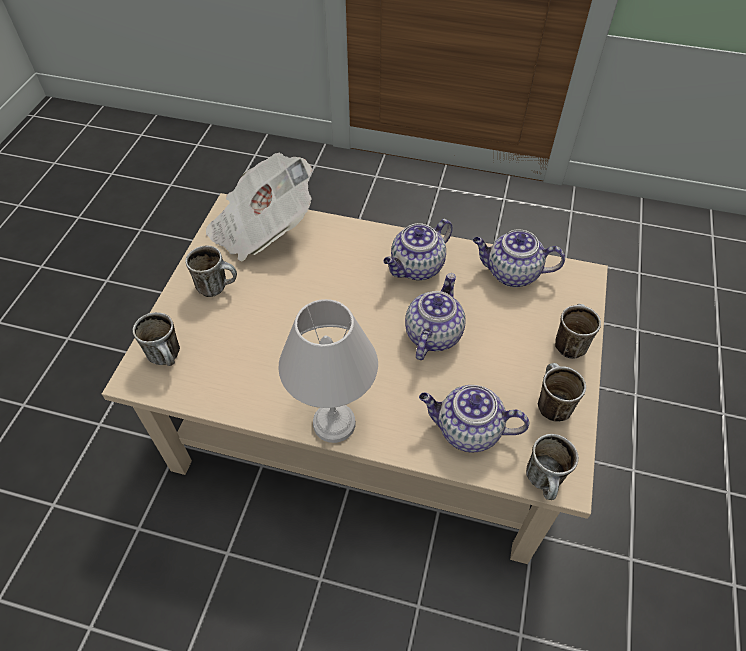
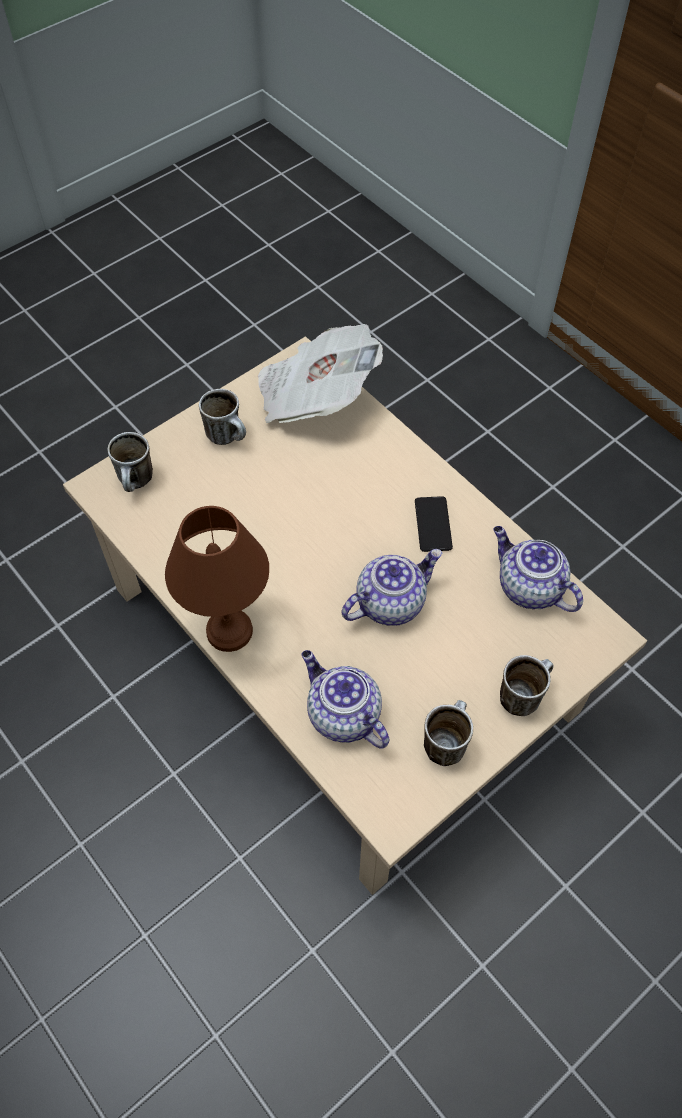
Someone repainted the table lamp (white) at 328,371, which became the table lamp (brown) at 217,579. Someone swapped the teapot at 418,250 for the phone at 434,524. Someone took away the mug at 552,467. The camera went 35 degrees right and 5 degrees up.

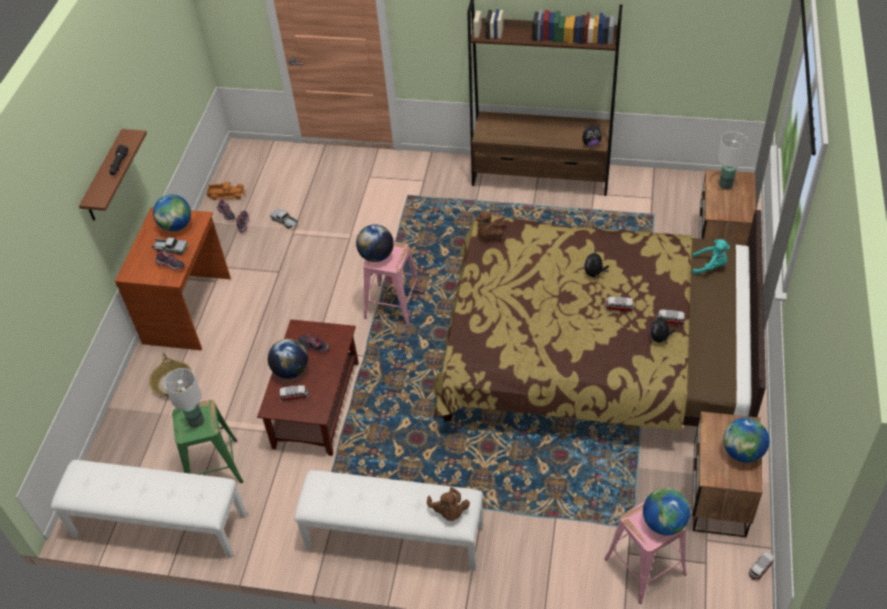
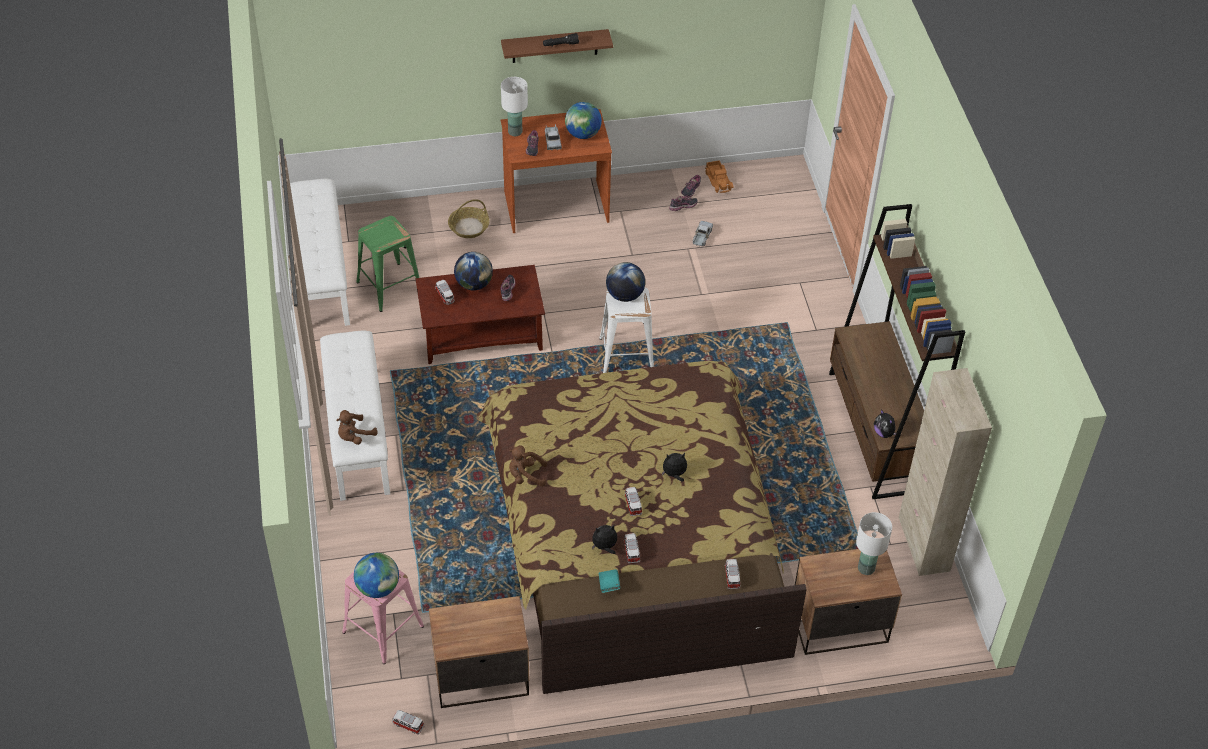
Someone carried the table lamp (white) from 184,398 to 514,106. Someone repainted the stool (pink) at 393,284, which became the stool (white) at 626,330. Someone carried the plush toy (brown) from 491,224 to 528,466. Someone swapped the plush toy (turquoise) at 711,256 for the toy car at 732,574. Someone took away the globe at 746,440. Someone put down the book (turquoise) at 609,581. Someone put down the cabinet (beige) at 945,472. The camera went 65 degrees right and 0 degrees up.

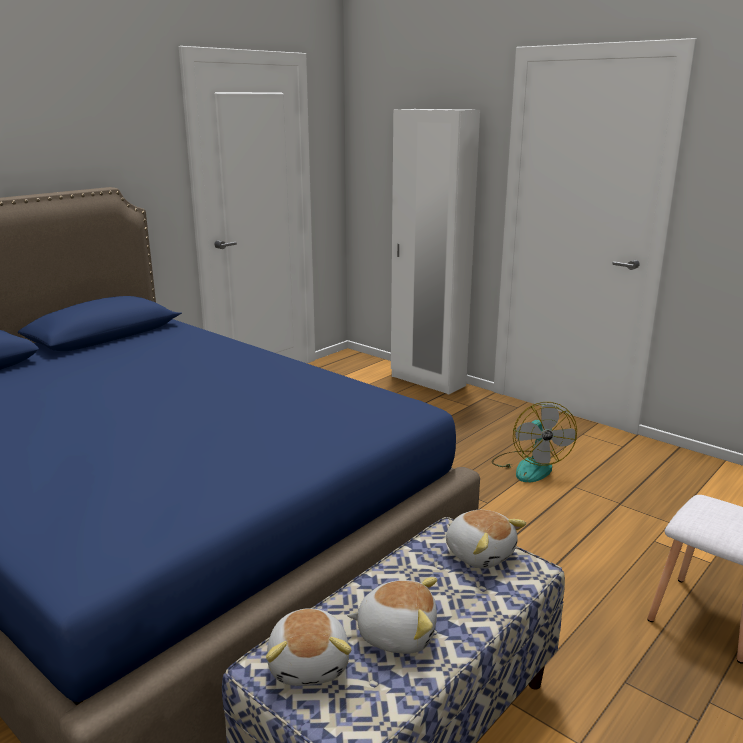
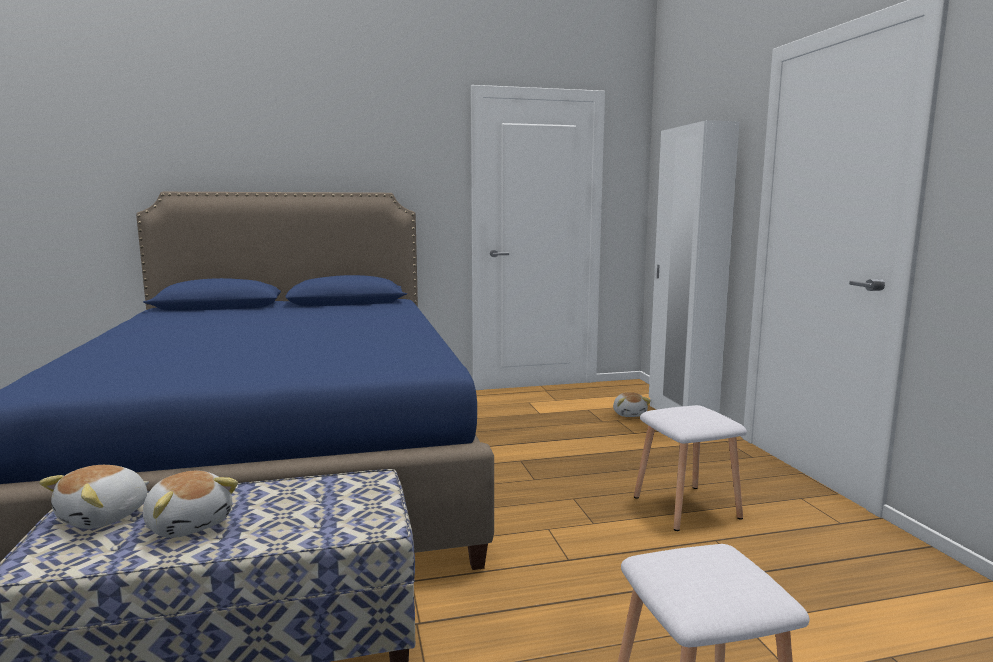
Someone carried the plush toy from 486,539 to 632,404. Someone swapped the fan at 534,442 for the stool (white) at 690,468. The camera went 35 degrees right and 10 degrees down.

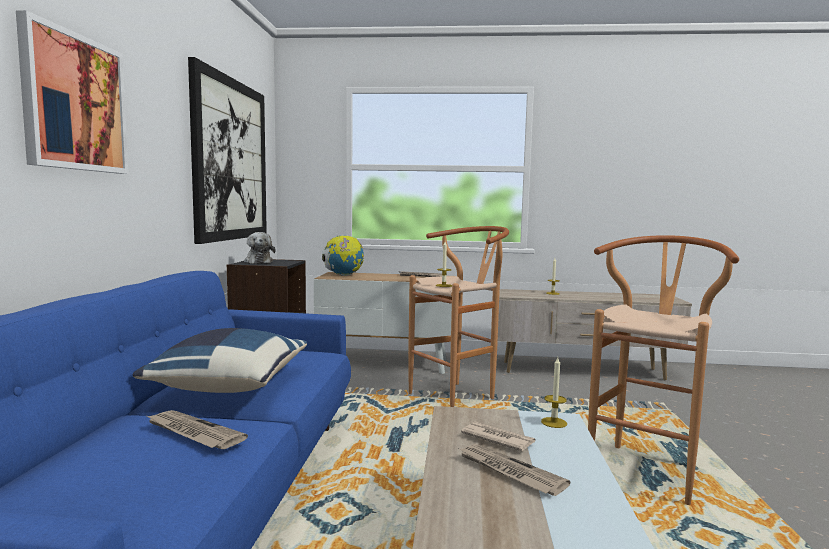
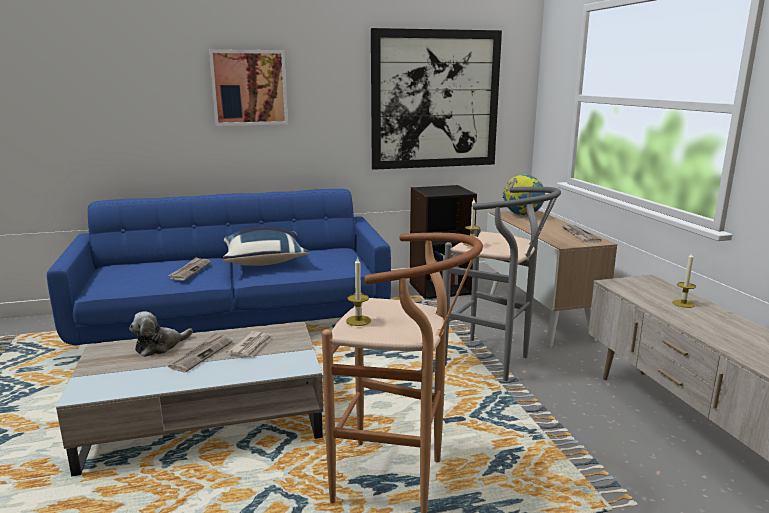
Someone carried the plush toy from 260,248 to 161,334. Someone repainted the stool (brown) at 458,316, which became the stool (grey) at 502,284. Someone carried the candle from 554,393 to 358,291. The camera went 70 degrees right and 10 degrees up.

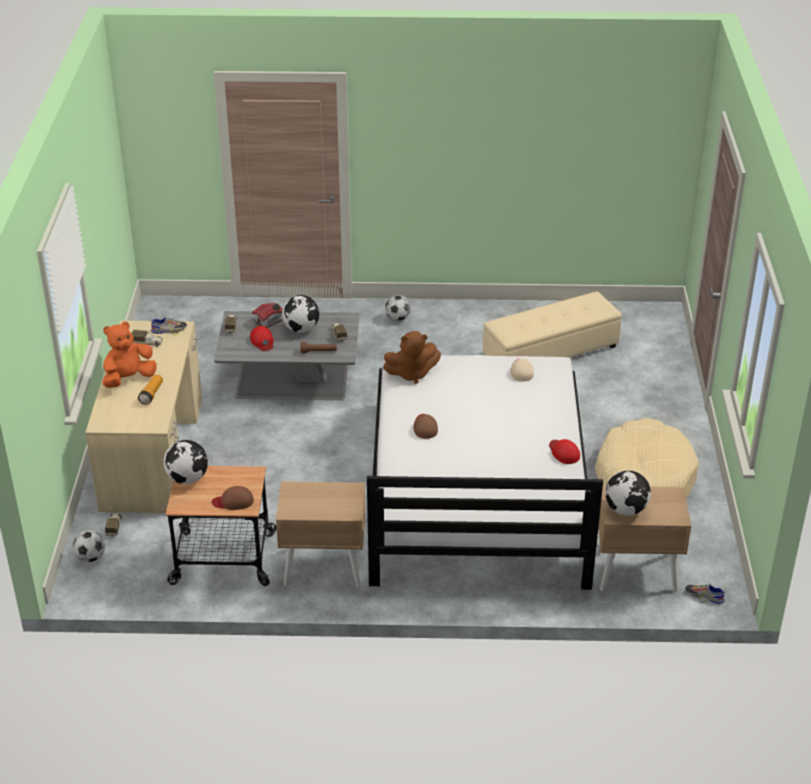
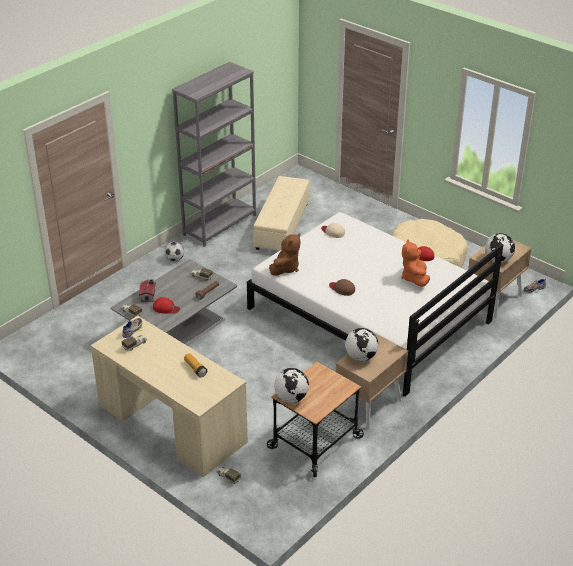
Someone took away the football at 89,546. Someone carried the plush toy (orange) from 129,354 to 415,263. Someone took away the cap (brown) at 233,498. Someone carried the globe from 300,314 to 361,344. Someone put down the bookcase (grey) at 214,154. The camera went 50 degrees left and 0 degrees up.

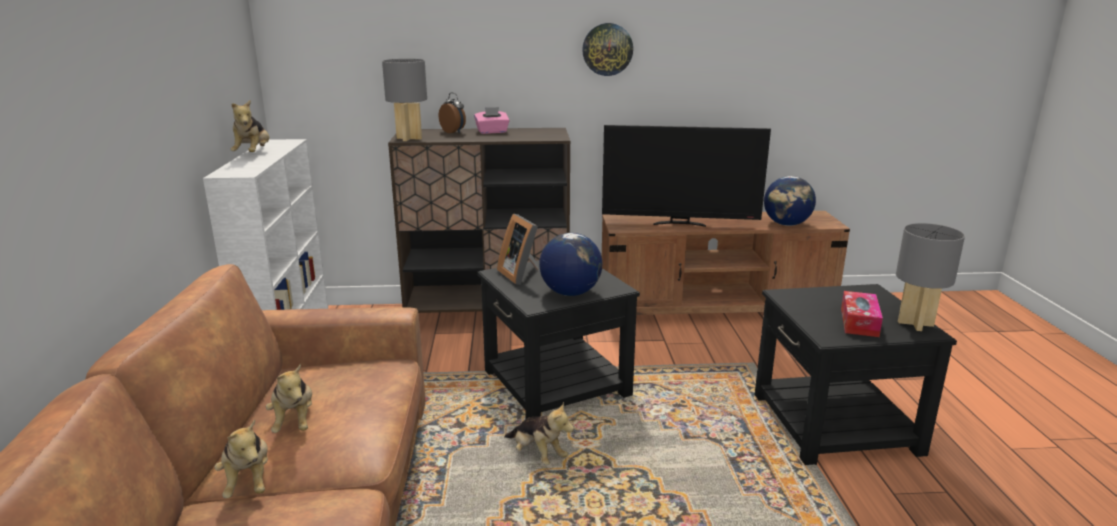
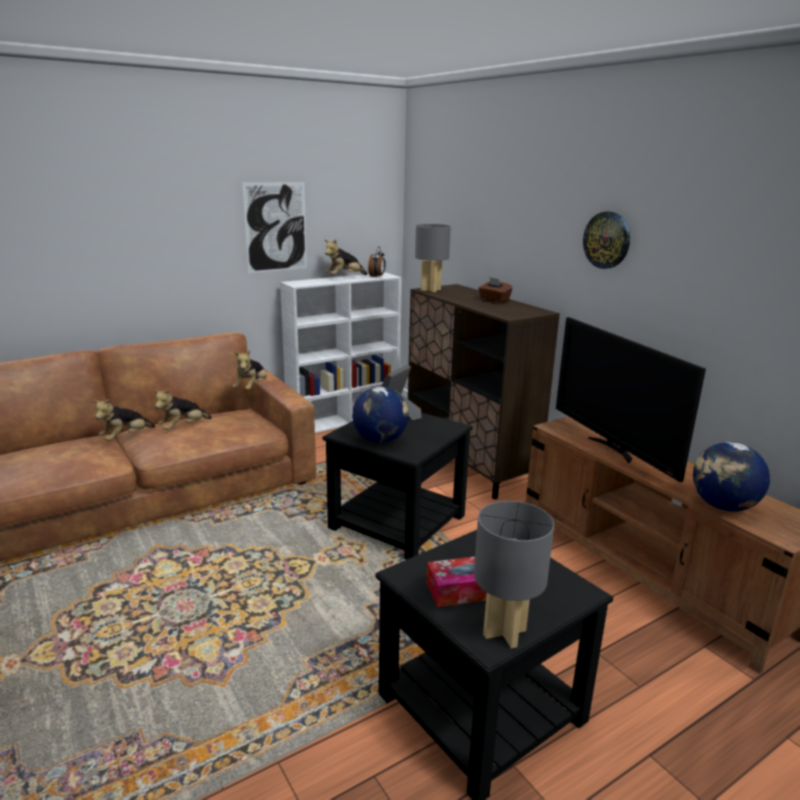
Someone carried the alarm clock from 452,112 to 377,262. Someone repainted the tissue box (pink) at 492,120, which became the tissue box (brown) at 495,290. Someone carried the plush toy from 539,433 to 250,370. Someone put up the picture at 274,227. The camera went 60 degrees right and 0 degrees up.

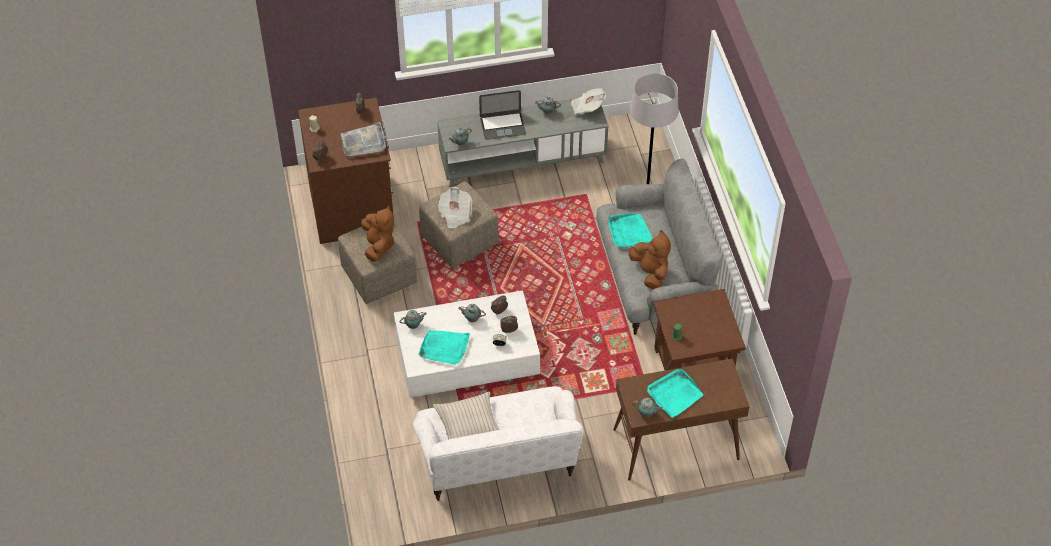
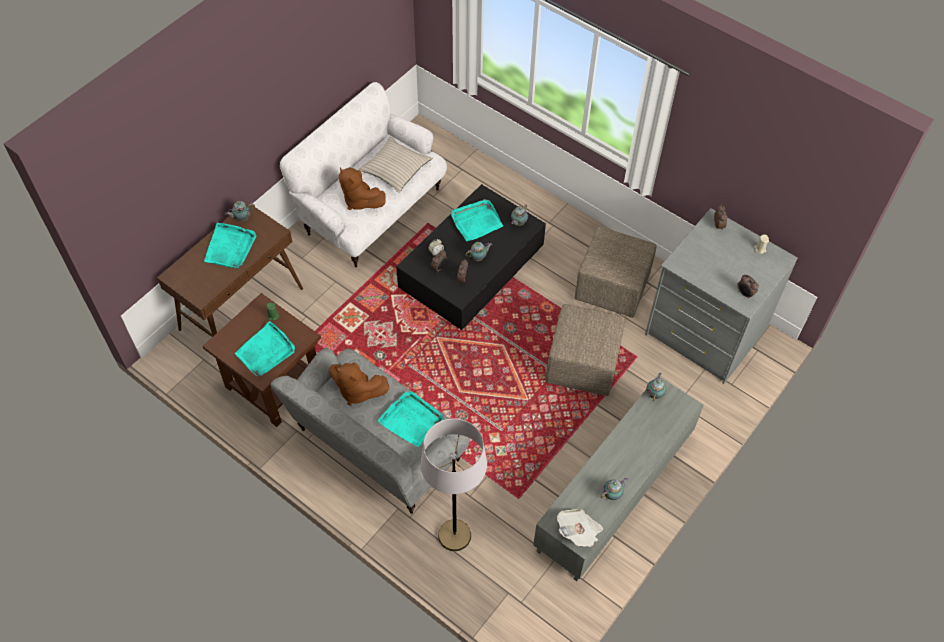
Someone repainted the dresser (brown) at 345,171, which became the dresser (grey) at 721,296. Someone took away the tray (grey) at 363,139. Someone carried the plush toy (brown) from 377,233 to 362,188. Someone repainted the coffee table (white) at 467,343, which became the coffee table (black) at 471,257. Someone took away the newspaper at 455,208. Someone took away the laptop at 502,115. Someone put down the tray (turquoise) at 264,348. The camera went 140 degrees right and 5 degrees up.

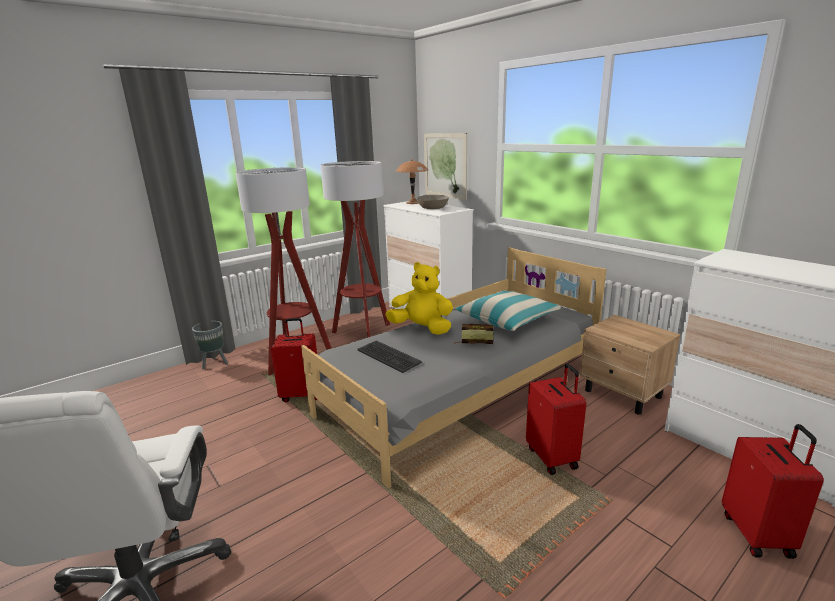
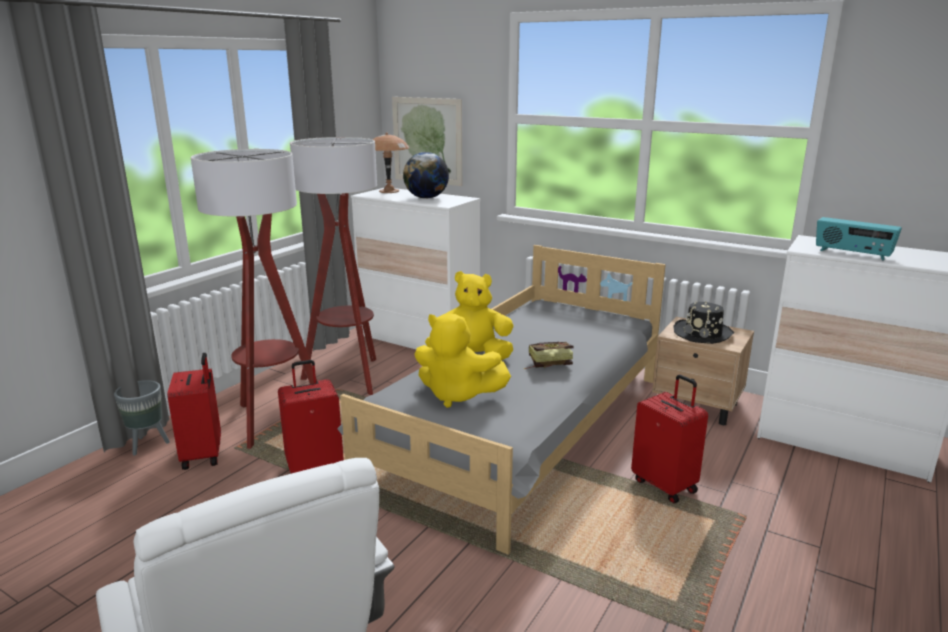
Someone swapped the keyboard at 389,356 for the plush toy (yellow) at 462,361. Someone swapped the bowl (grey) at 433,202 for the globe at 426,175. Someone took away the pillow at 508,310. Someone carried the suitcase (red) from 773,491 to 194,411. Someone put down the hat (black) at 703,322. Someone put down the radio at 859,239. The camera went 20 degrees left and 0 degrees up.

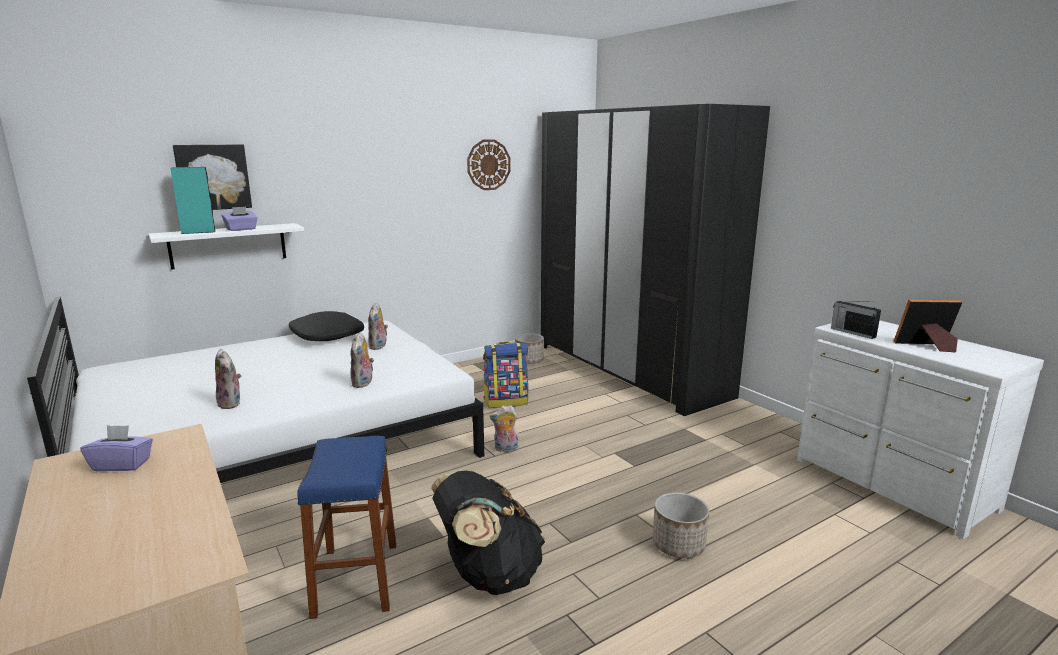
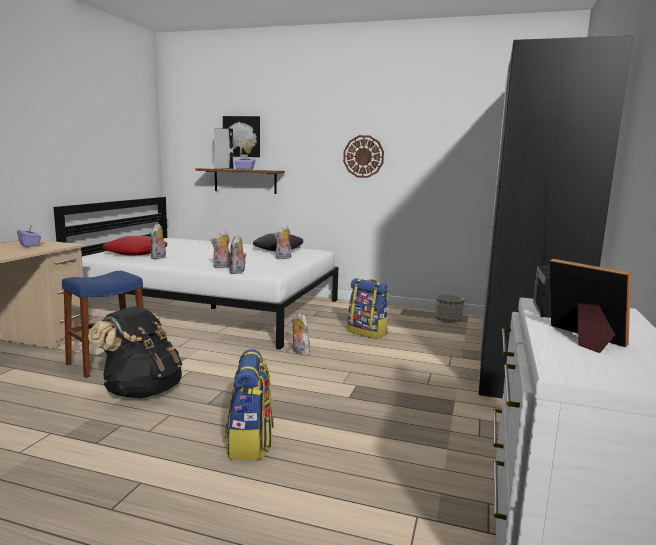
Someone repainted the shelf (white) at 226,246, which became the shelf (brown) at 240,181. Someone repainted the speaker (turquoise) at 192,200, which became the speaker (grey) at 223,148. Someone carried the wall clock from 489,165 to 363,156. Someone swapped the planter at 680,525 for the backpack at 249,404. Someone put down the pillow (red) at 135,246. Someone put down the plush toy at 238,254. The camera went 50 degrees right and 5 degrees down.

